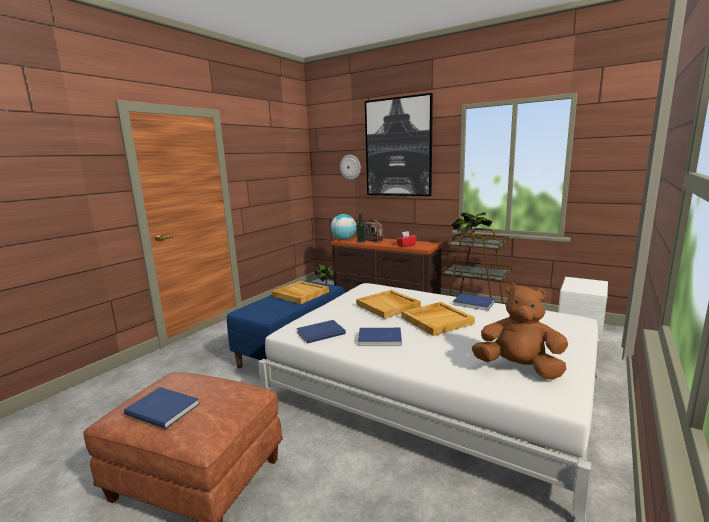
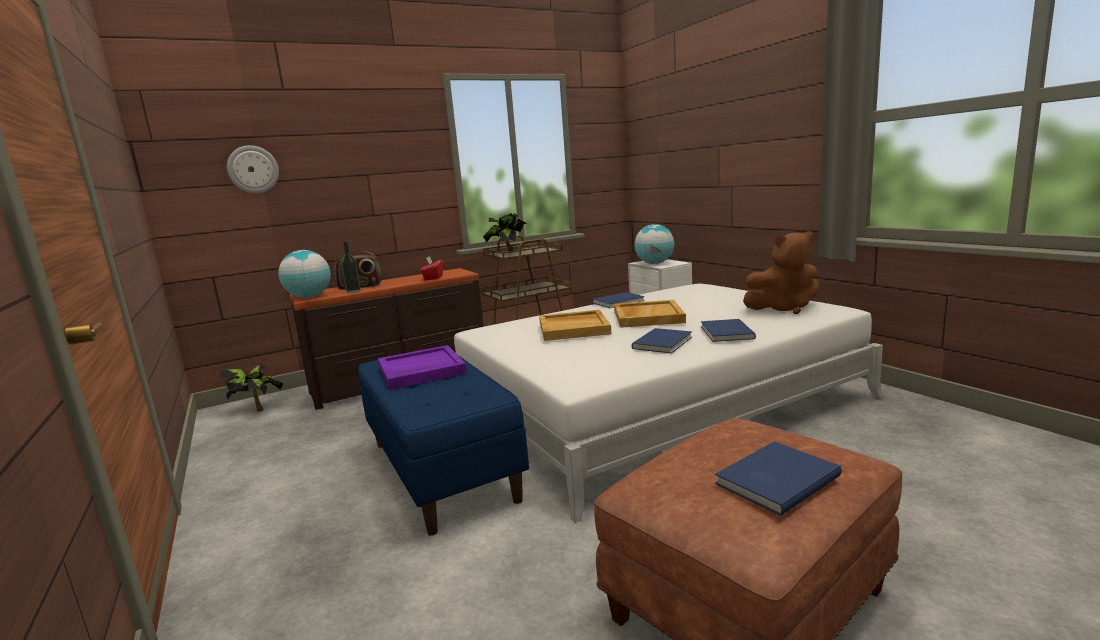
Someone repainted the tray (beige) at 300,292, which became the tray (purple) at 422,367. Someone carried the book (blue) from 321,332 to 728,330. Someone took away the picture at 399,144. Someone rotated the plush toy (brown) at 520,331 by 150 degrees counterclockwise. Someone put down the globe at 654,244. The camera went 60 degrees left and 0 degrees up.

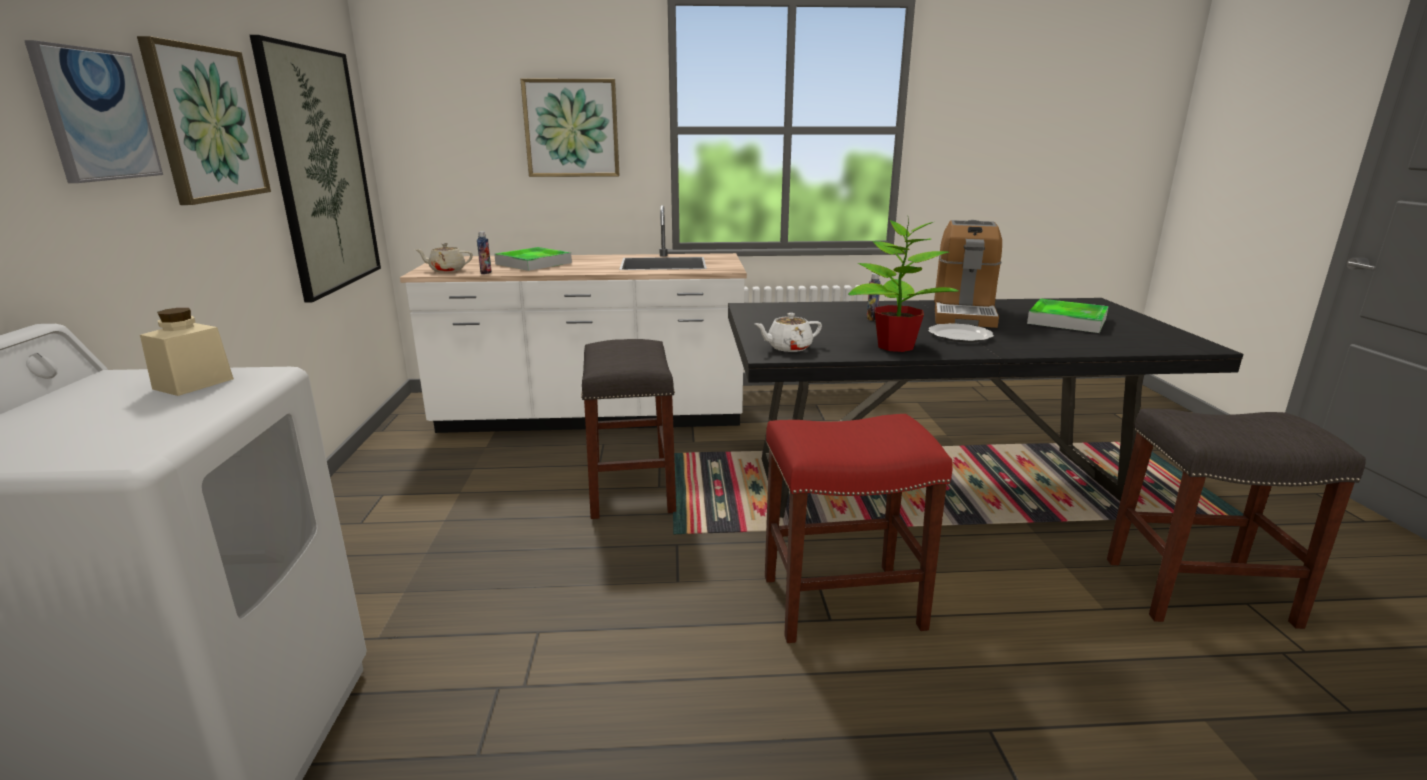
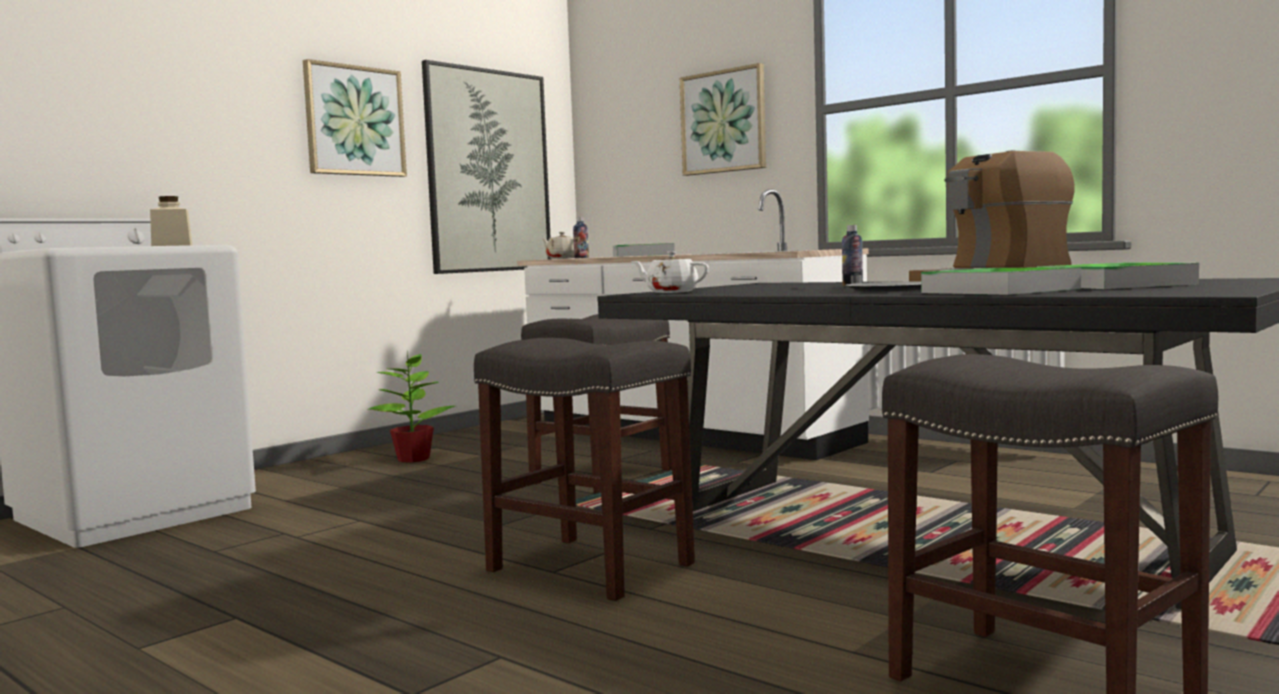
Someone took away the picture at 93,111. Someone repainted the stool (red) at 859,528, which became the stool (grey) at 584,469. Someone carried the potted plant from 903,285 to 412,406. Someone put down the tray at 1001,281. The camera went 45 degrees right and 15 degrees down.

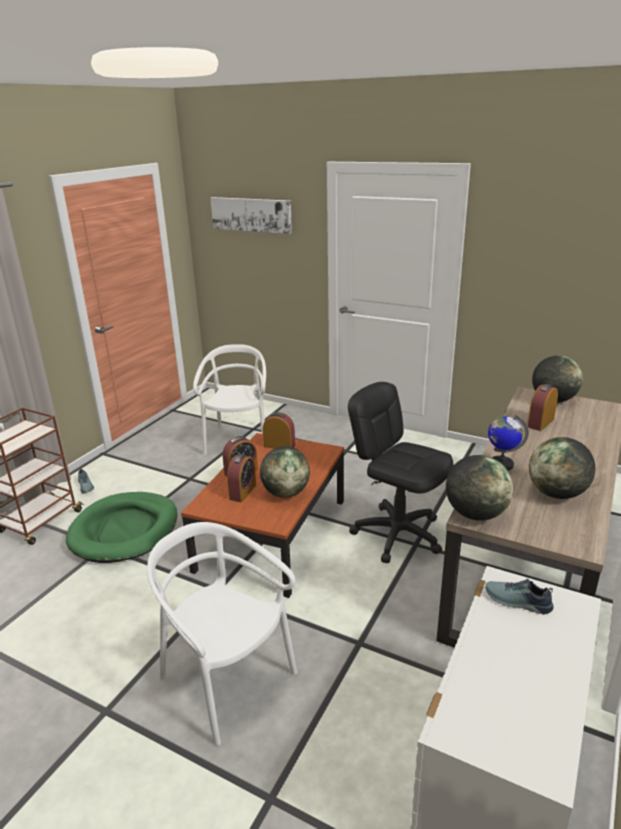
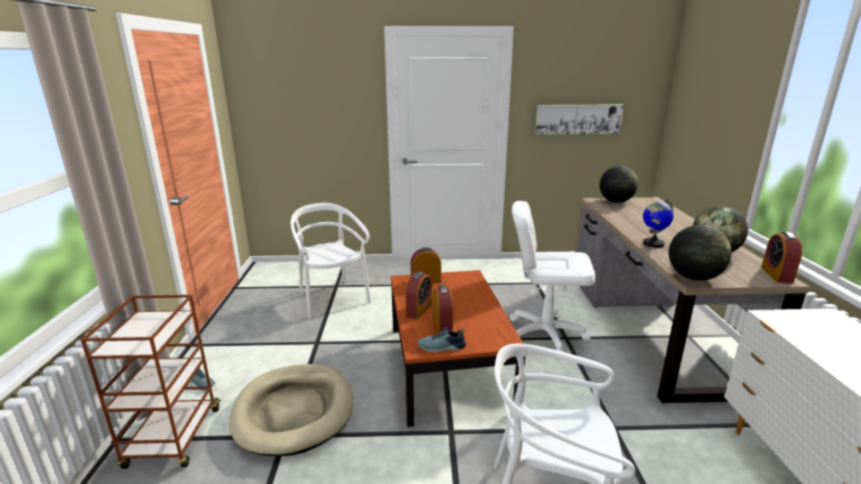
Someone repainted the dog bed (green) at 121,527, which became the dog bed (beige) at 291,410. Someone carried the picture from 251,215 to 579,119. Someone took away the globe at 285,472. Someone repainted the office chair (black) at 400,472, which became the office chair (white) at 553,280. Someone carried the shoe from 519,596 to 442,339. Someone carried the alarm clock from 542,407 to 781,257. The camera went 30 degrees left and 5 degrees down.

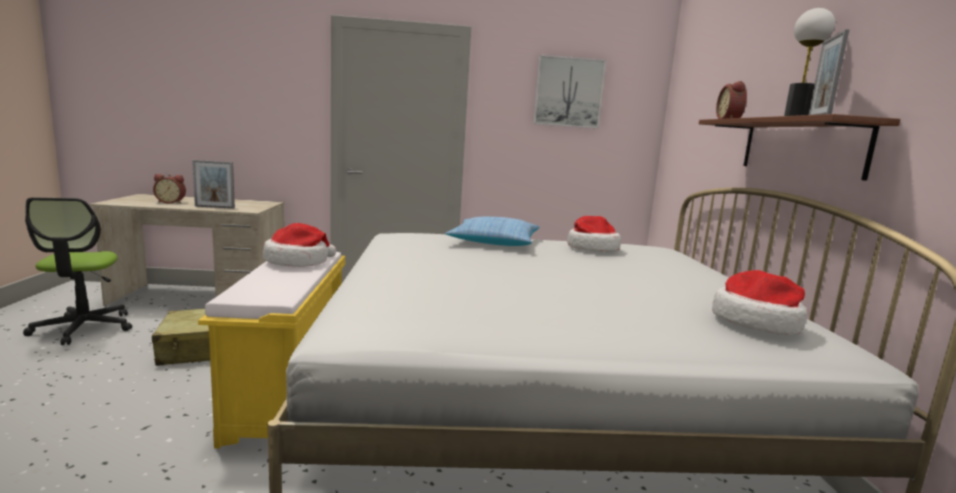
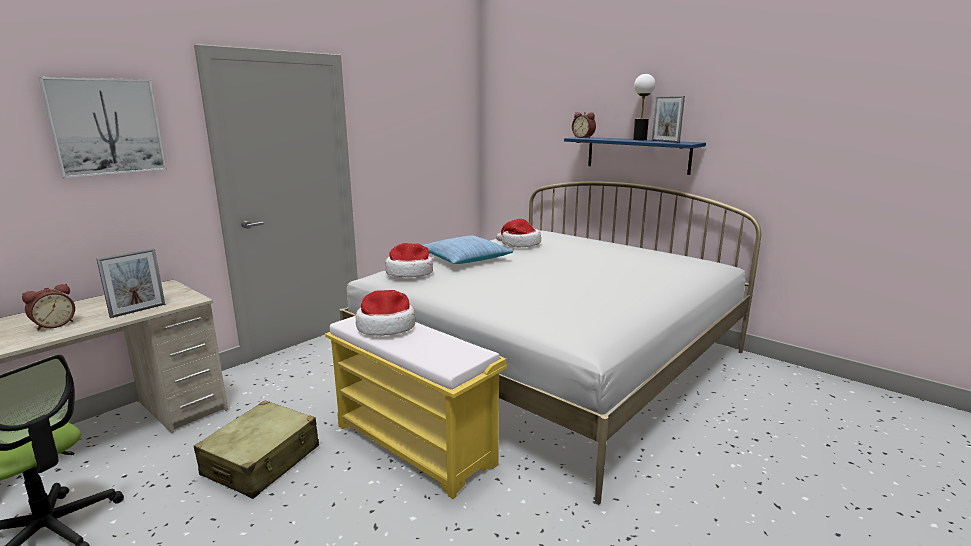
Someone carried the picture from 570,91 to 102,127. Someone repainted the shelf (brown) at 799,147, which became the shelf (blue) at 635,156. Someone carried the hat from 759,302 to 409,260. The camera went 45 degrees left and 5 degrees up.

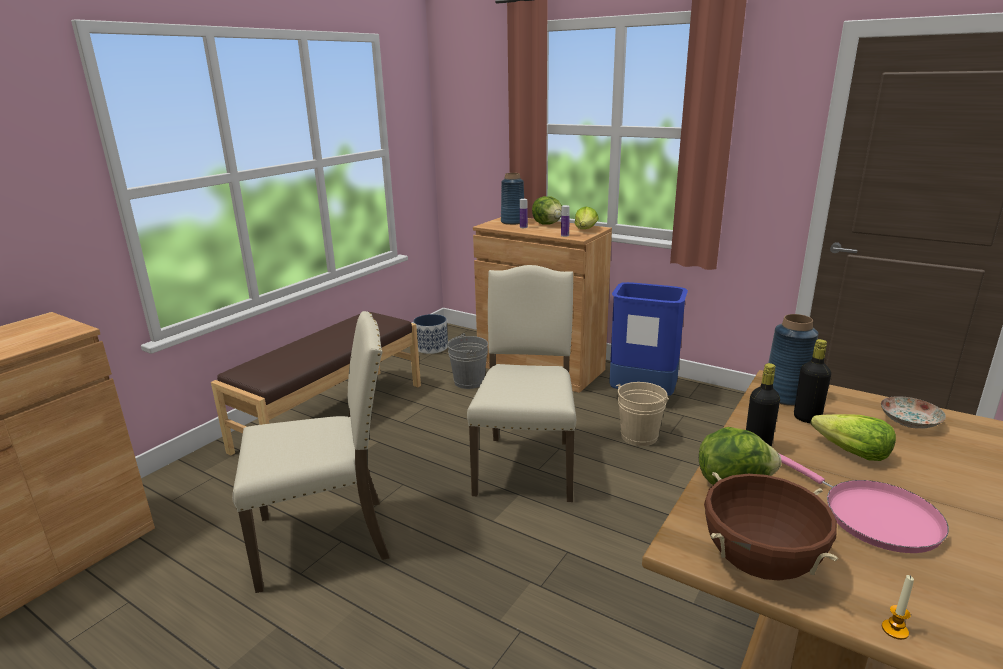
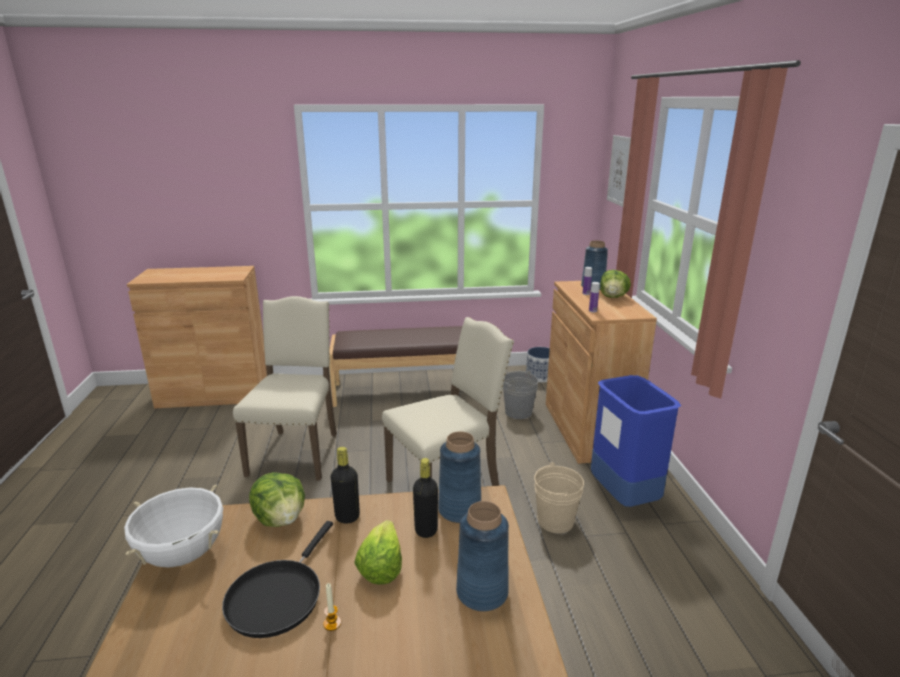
Someone rotated the chair (beige) at 311,452 by 120 degrees counterclockwise. Someone took away the lettuce at 587,217. Someone repainted the cooking pot (brown) at 771,526, which became the cooking pot (white) at 173,526. Someone repainted the frying pan (pink) at 864,503, which became the frying pan (black) at 277,579. Someone swapped the plate at 913,412 for the vase (blue) at 482,556. Someone carried the candle from 898,607 to 332,607. Someone put up the picture at 619,171. The camera went 50 degrees right and 0 degrees up.

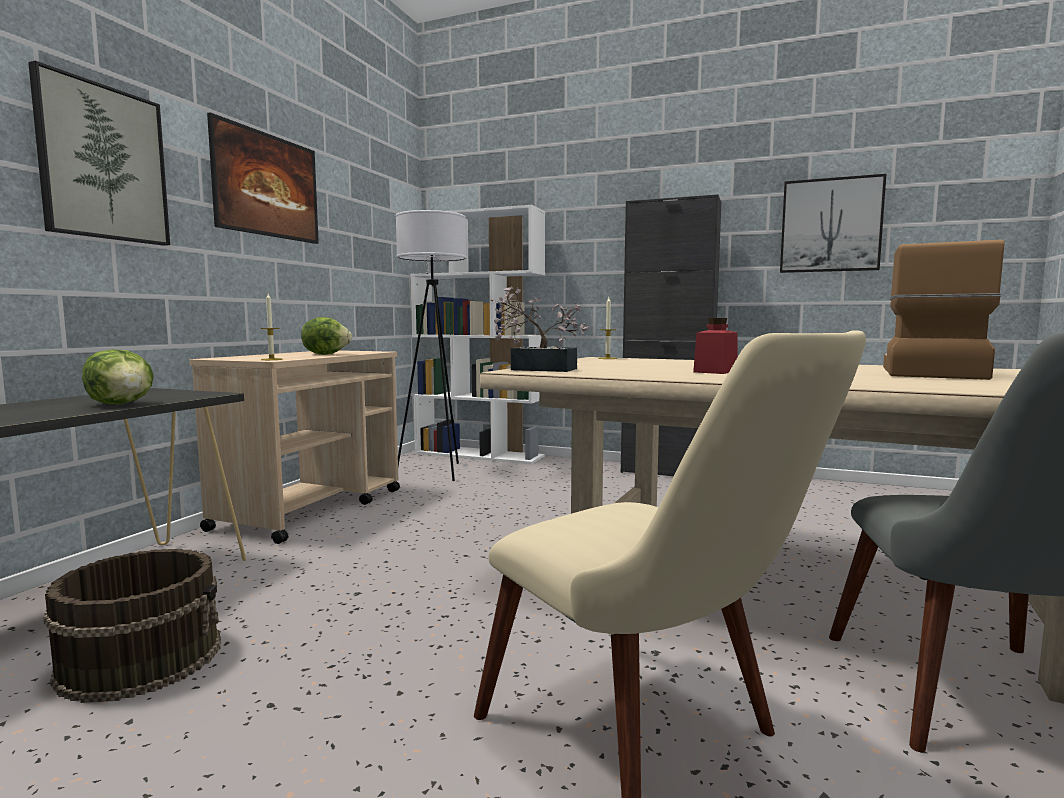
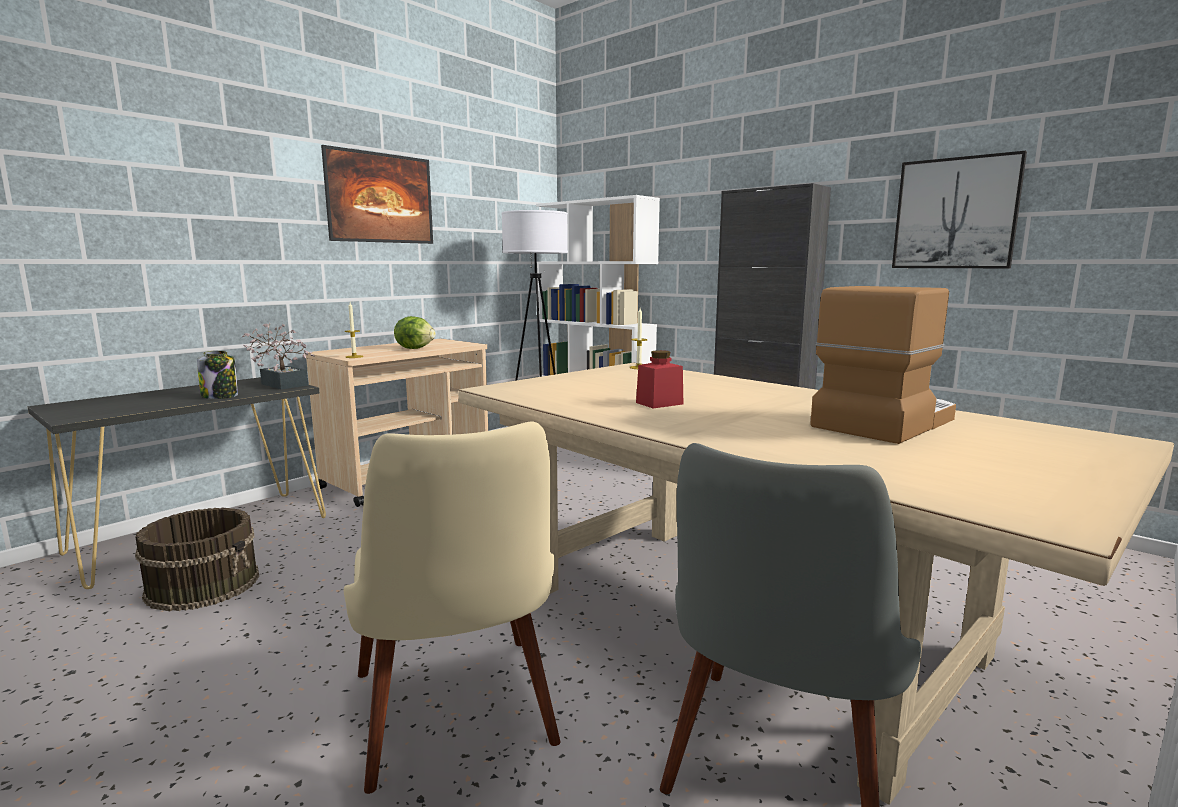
Someone took away the picture at 99,153. Someone swapped the lettuce at 118,376 for the jar at 217,375. Someone carried the potted plant from 539,329 to 277,356. The camera went 20 degrees right and 5 degrees up.

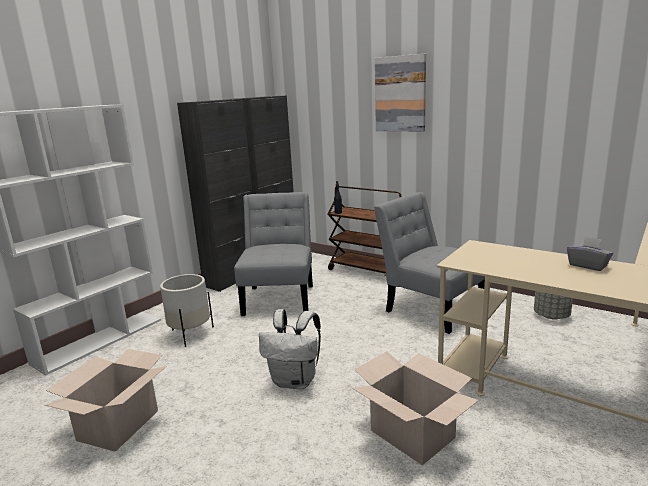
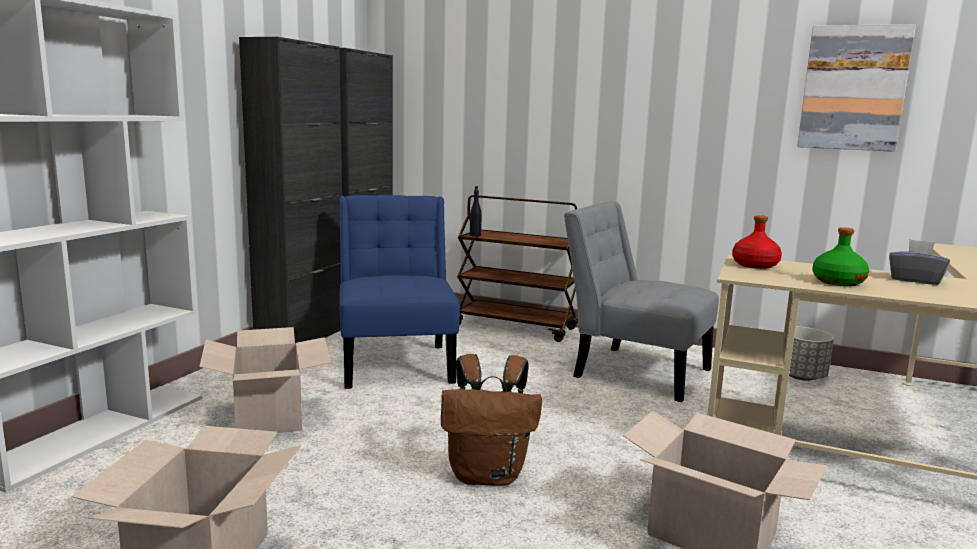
Someone swapped the planter (white) at 187,310 for the cardboard box at 265,380. Someone repainted the chair (grey) at 273,254, which became the chair (blue) at 399,292. Someone repainted the backpack (white) at 290,349, which became the backpack (brown) at 491,420. Someone carried the picture from 400,93 to 856,88. Someone put down the bottle (red) at 757,242. Someone put down the bottle (green) at 840,256. The camera went 15 degrees left and 5 degrees down.

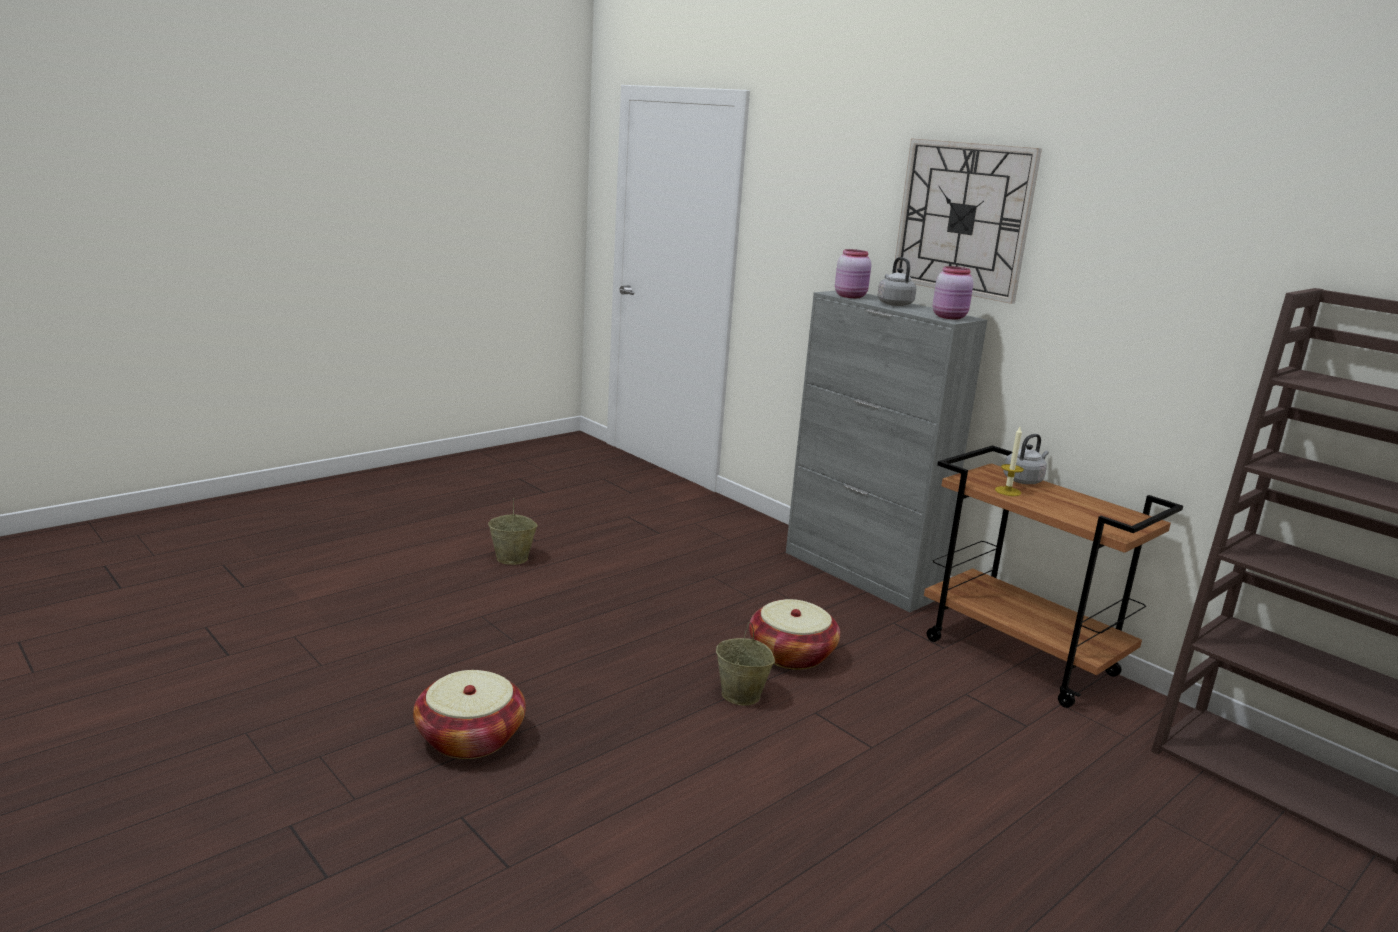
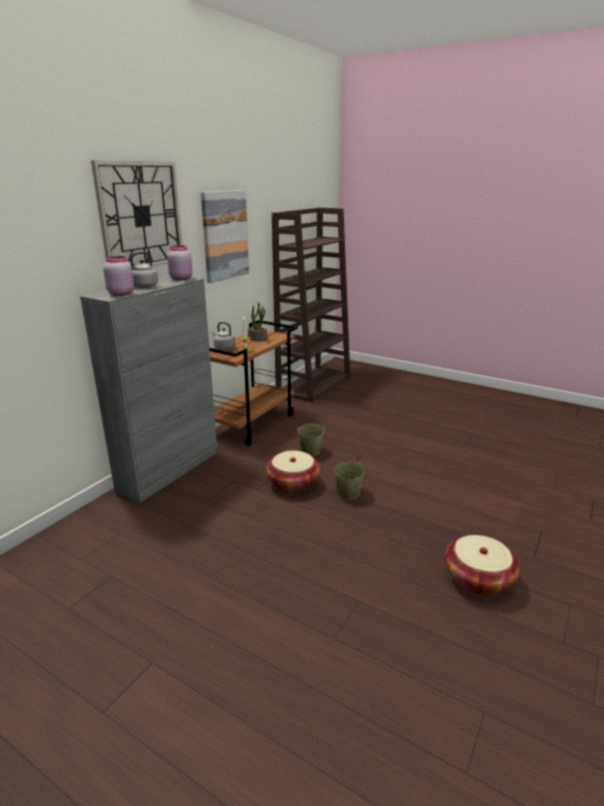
Someone carried the bucket (beige) from 513,531 to 311,435. Someone put up the picture at 225,236. Someone put down the potted plant at 257,321. The camera went 105 degrees left and 5 degrees up.

